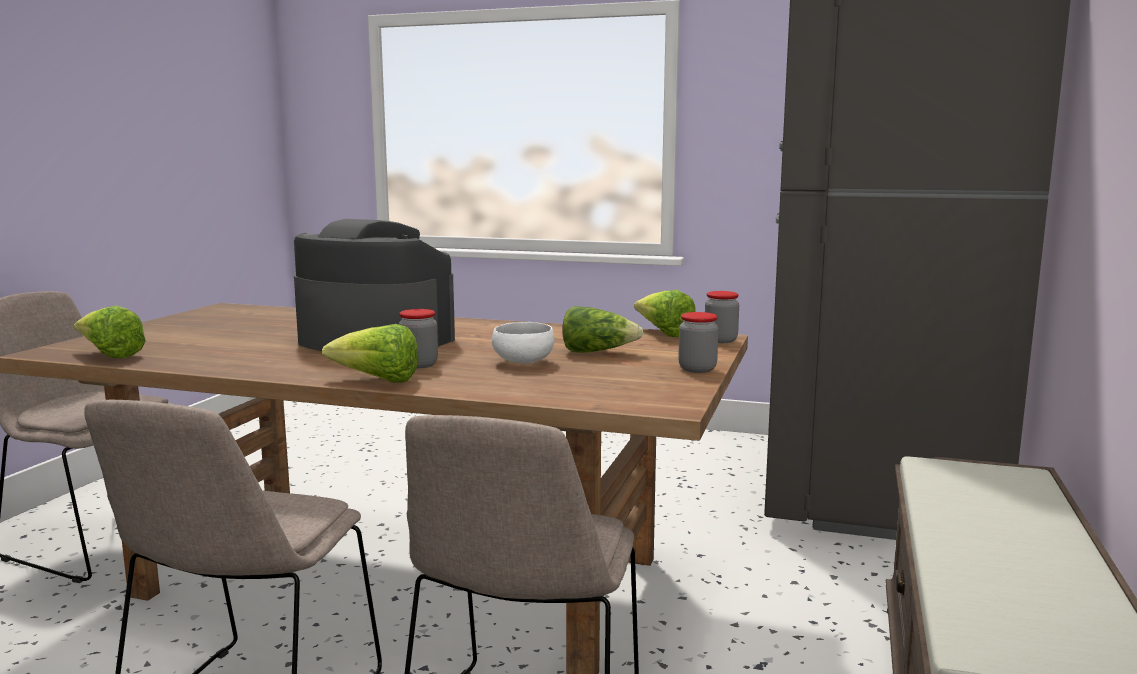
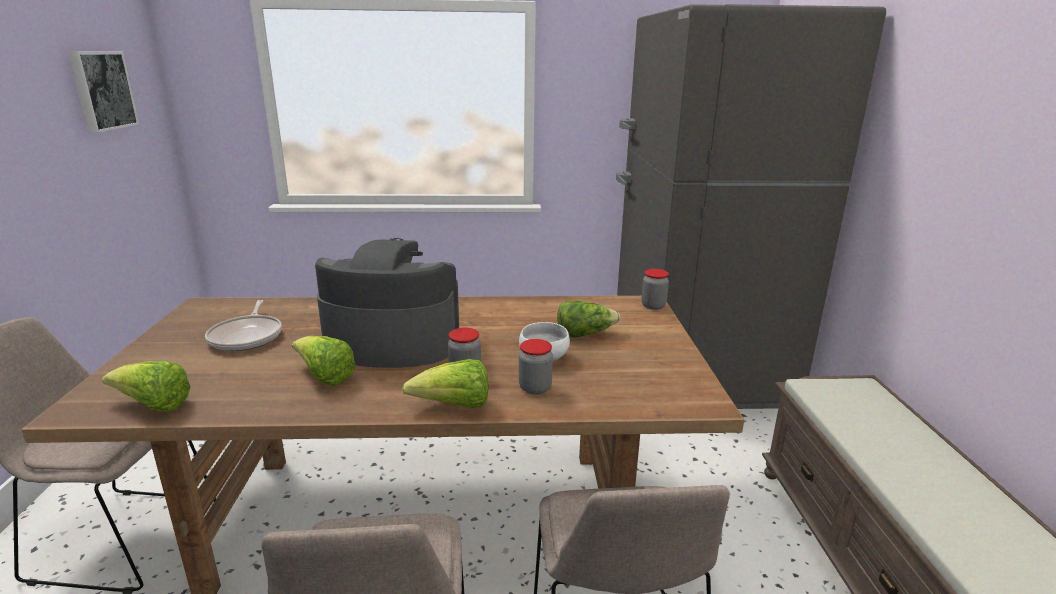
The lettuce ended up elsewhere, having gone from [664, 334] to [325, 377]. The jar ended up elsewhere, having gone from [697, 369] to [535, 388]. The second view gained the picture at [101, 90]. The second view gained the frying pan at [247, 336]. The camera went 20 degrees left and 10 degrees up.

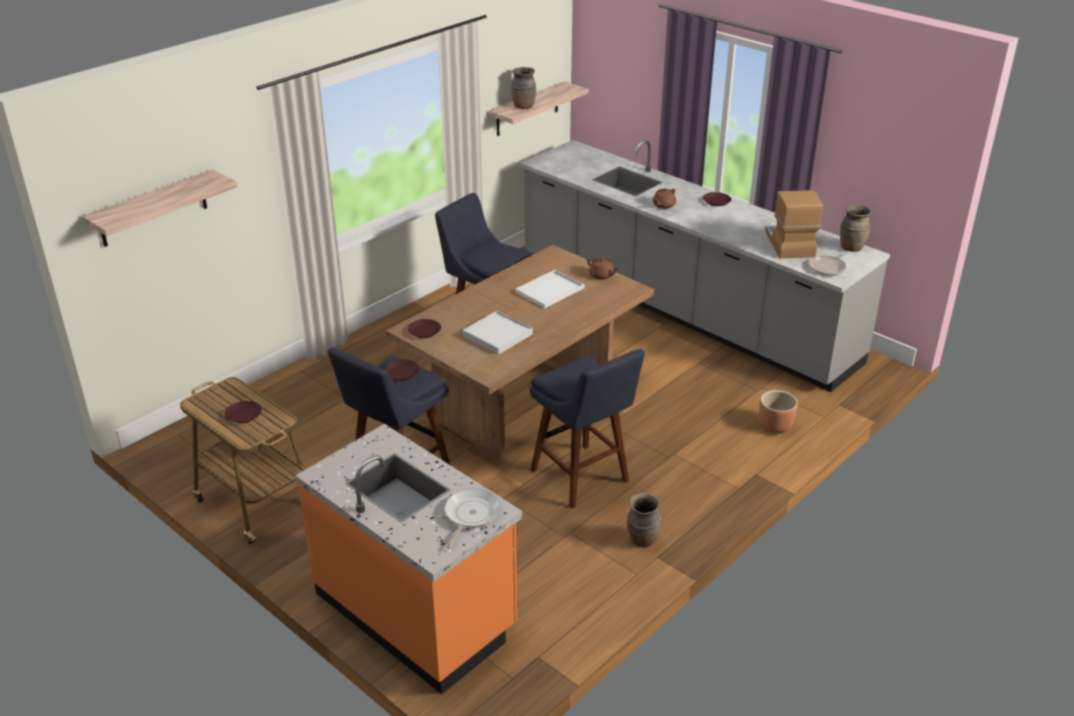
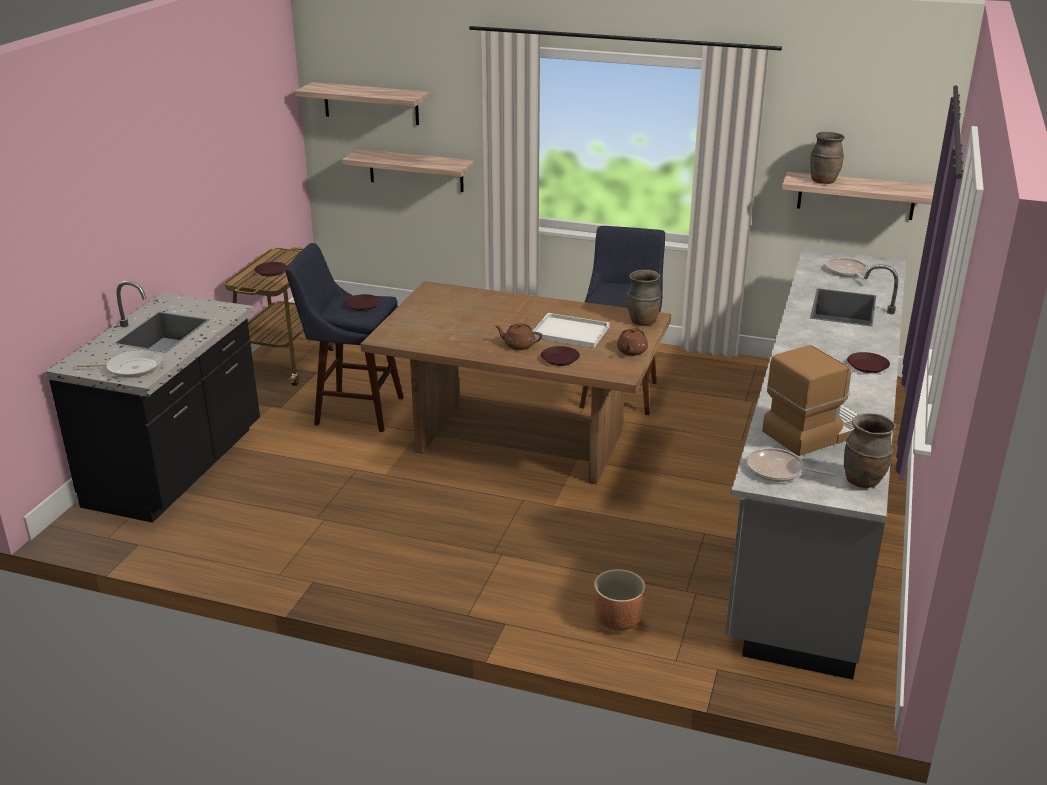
The teapot/brown ended up elsewhere, having gone from [663, 205] to [518, 345]. The second view lost the tray/white at [497, 335]. The plate/brown ended up elsewhere, having gone from [425, 331] to [560, 359]. The second view lost the stool/blue at [583, 479]. What was the counter/orange at [416, 611] turned into the counter/black at [178, 468]. The vase/brown ended up elsewhere, having gone from [642, 540] to [642, 322]. The second view gained the shelf at [416, 170]. The second view gained the frying pan at [846, 272]. The camera went 65 degrees right and 5 degrees down.

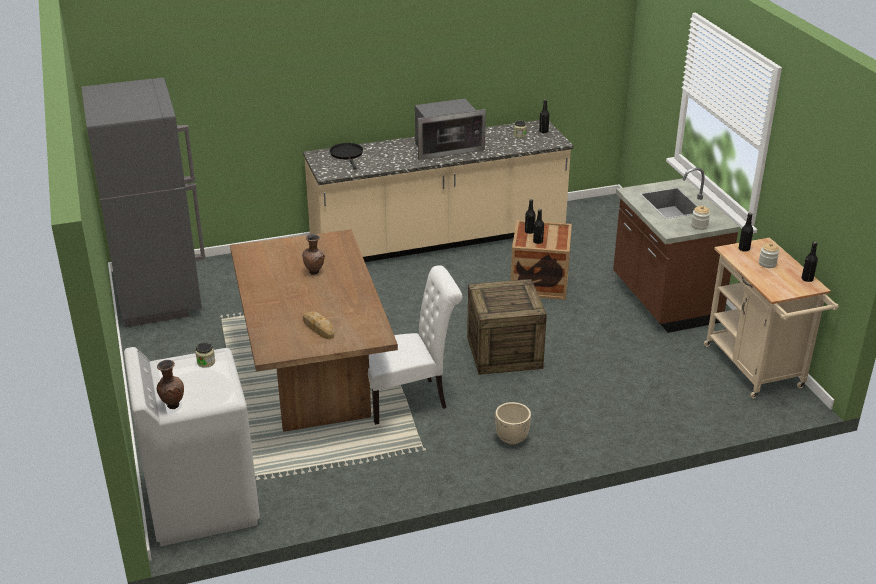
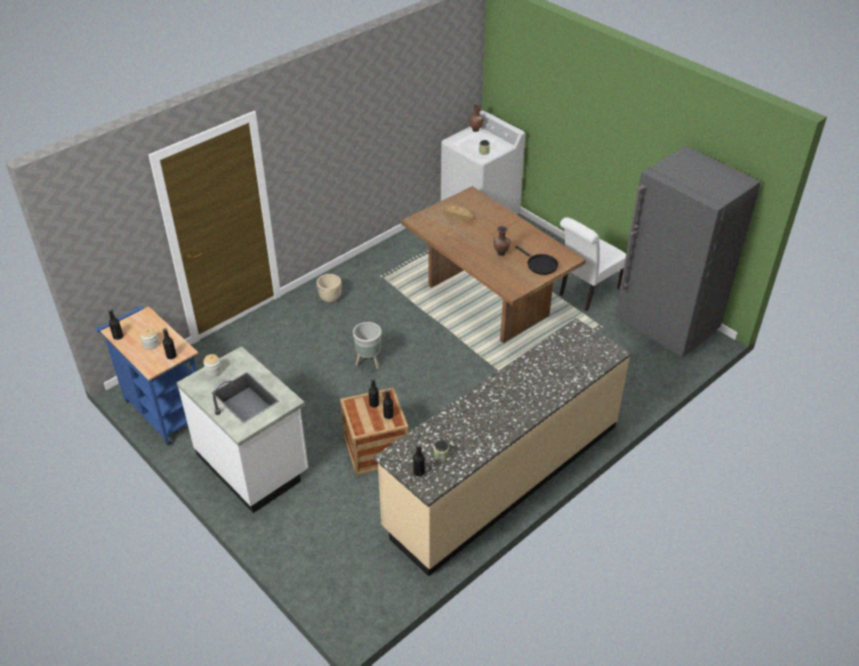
The second view lost the microwave at [446, 147]. The frying pan/black ended up elsewhere, having gone from [347, 154] to [540, 265]. What was the counter/brown at [663, 301] turned into the counter/white at [253, 464]. What was the cart/beige at [757, 370] turned into the cart/blue at [163, 409]. The chair/white ended up elsewhere, having gone from [409, 399] to [587, 293]. Where the crate stood at [504, 352], the planter/grey came to stand at [368, 362]. The camera went 155 degrees right and 10 degrees up.

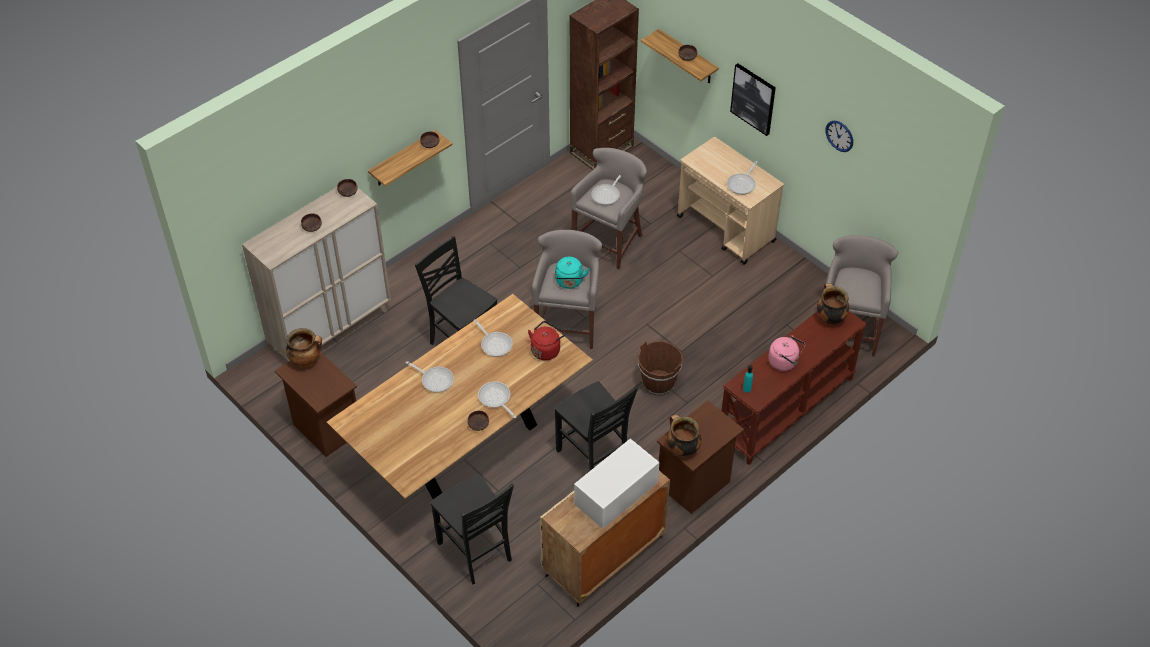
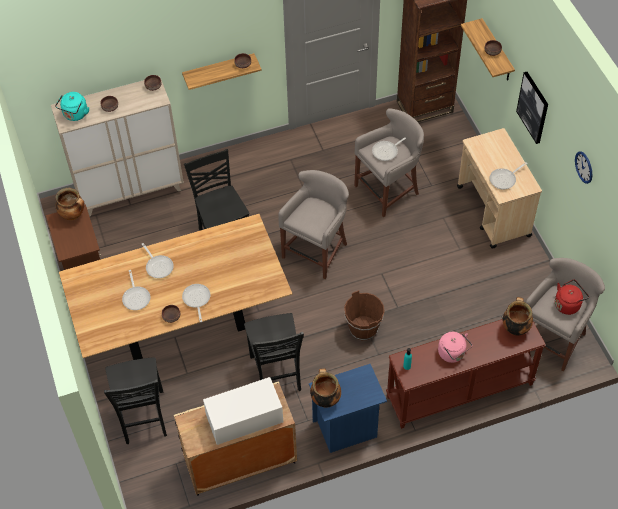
The kettle/turquoise ended up elsewhere, having gone from [569, 282] to [75, 115]. The frying pan ended up elsewhere, having gone from [495, 344] to [136, 297]. The kettle/red ended up elsewhere, having gone from [546, 349] to [568, 304]. What was the nightstand/brown at [695, 485] turned into the nightstand/blue at [346, 429]. The camera went 25 degrees right and 5 degrees up.

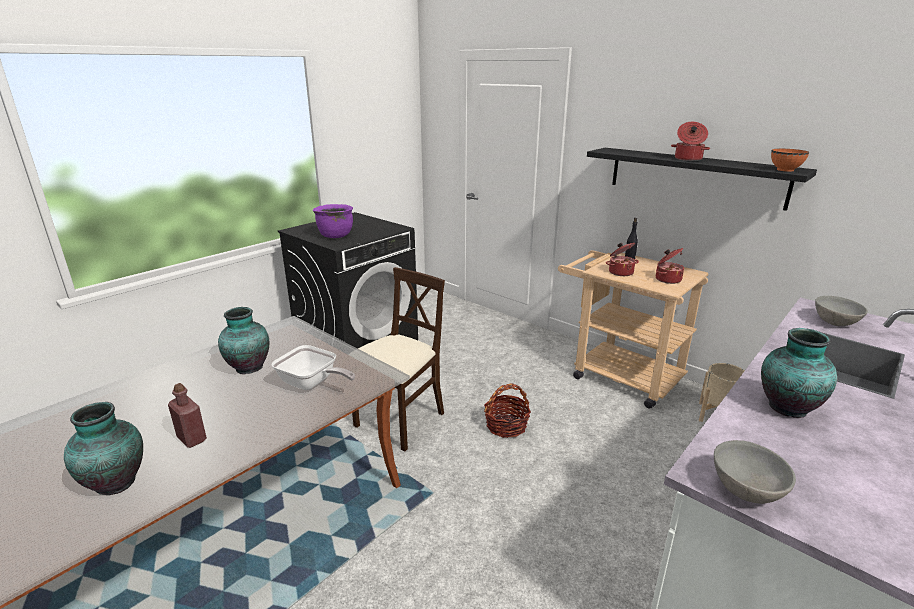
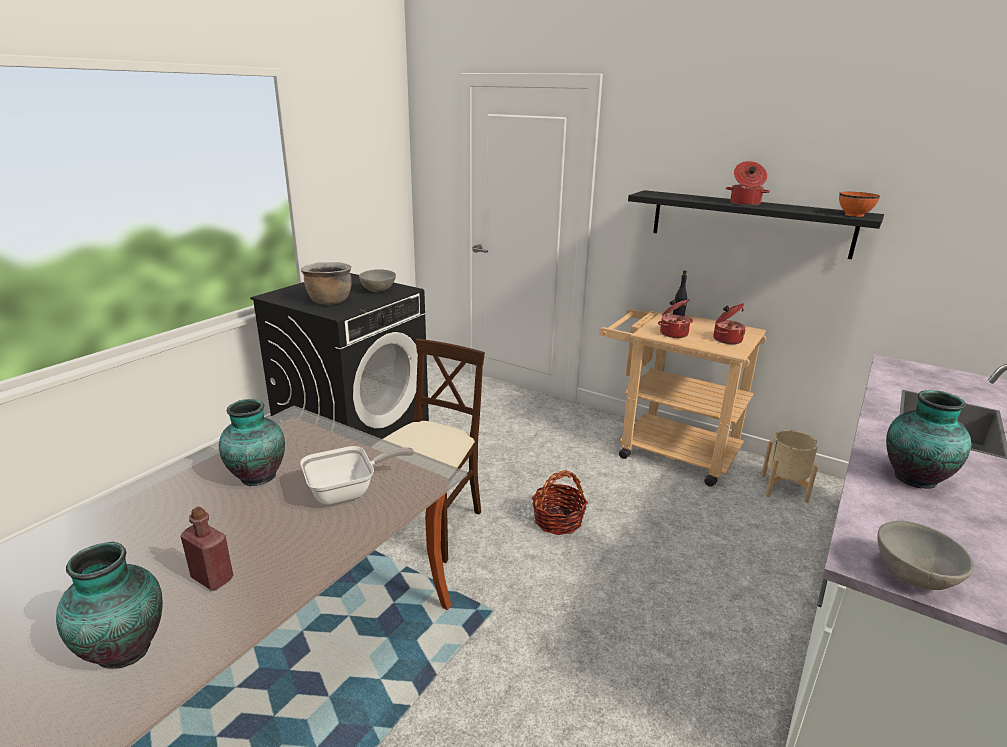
What was the cooking pot/purple at [335, 235] turned into the cooking pot/brown at [329, 301]. The bowl/grey ended up elsewhere, having gone from [835, 323] to [379, 291]. The frying pan at [312, 384] ended up facing another way, 45 degrees counterclockwise from before. The camera went 10 degrees left and 0 degrees up.

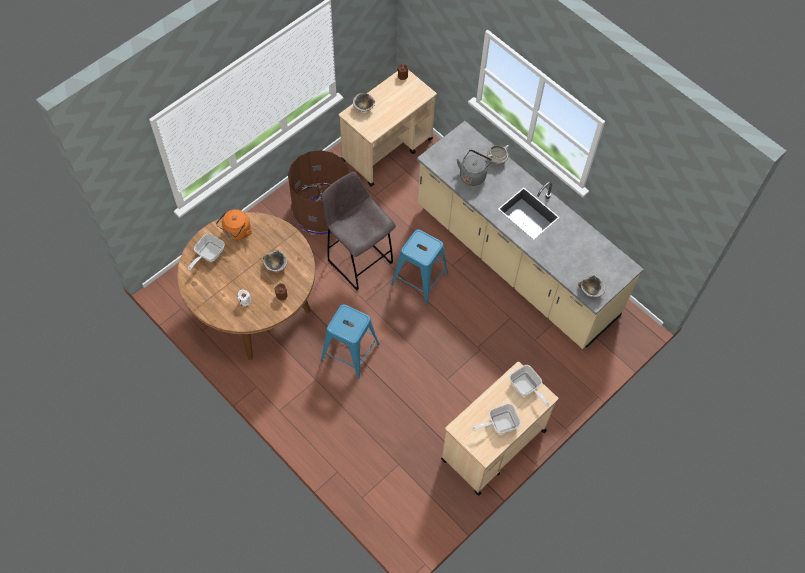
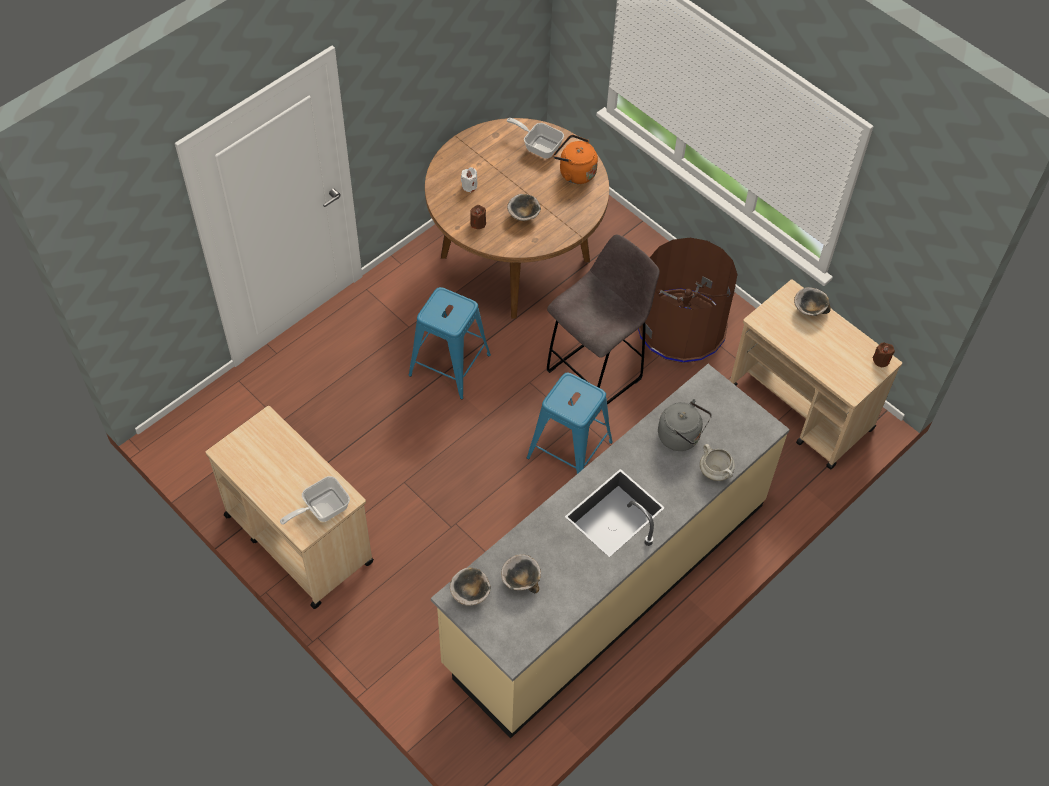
The second view lost the frying pan at [499, 423]. The second view gained the bowl at [520, 580]. The camera went 90 degrees right and 5 degrees down.

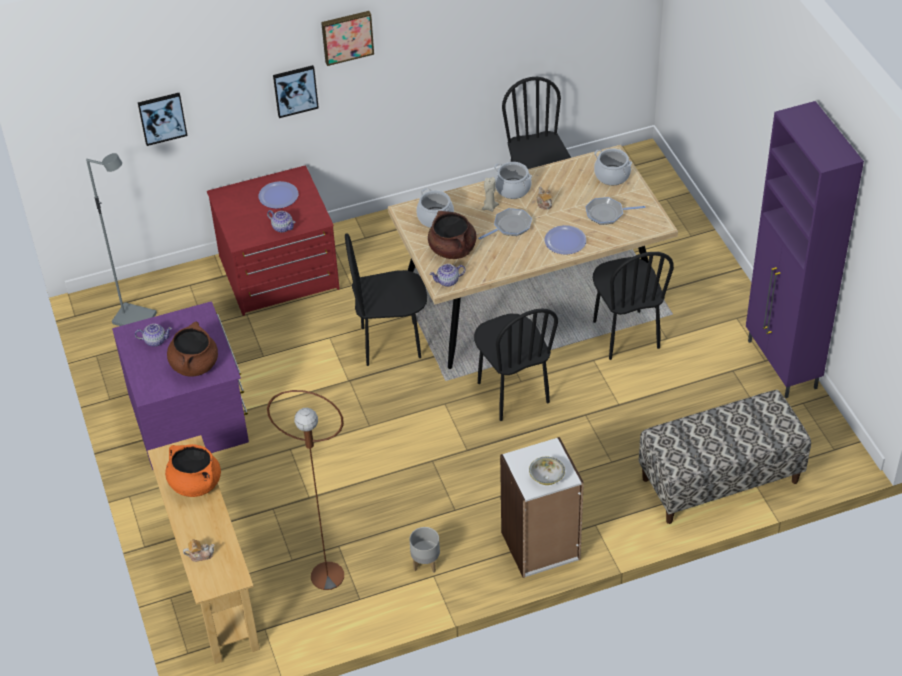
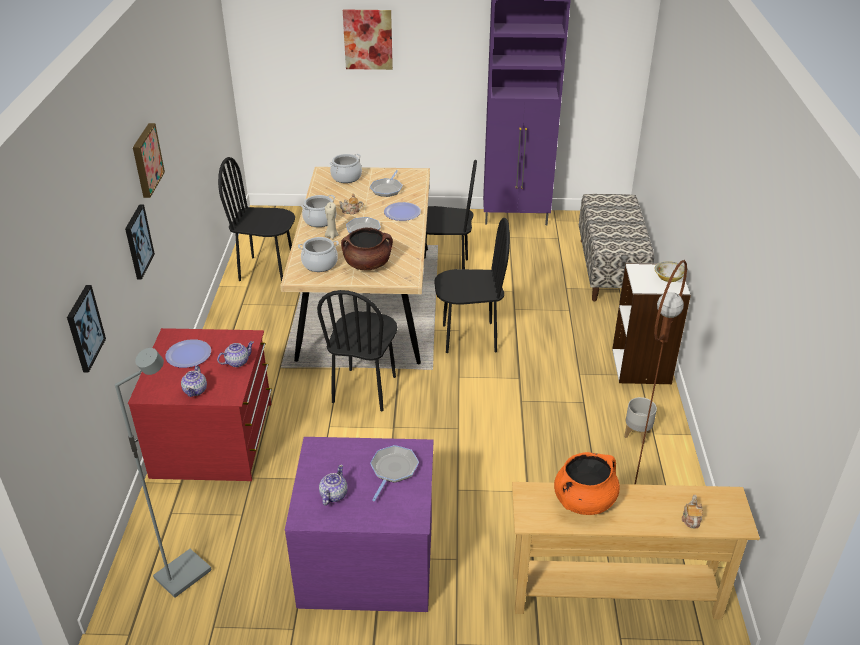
The teapot ended up elsewhere, having gone from [448, 281] to [195, 390]. Where the cooking pot/brown stood at [194, 365], the frying pan came to stand at [393, 470]. The second view gained the picture at [368, 39]. The camera went 70 degrees left and 10 degrees down.

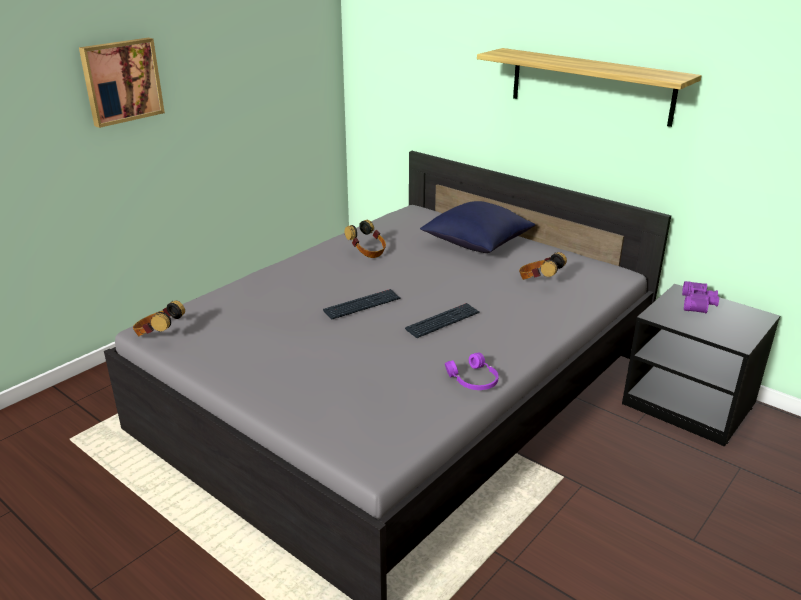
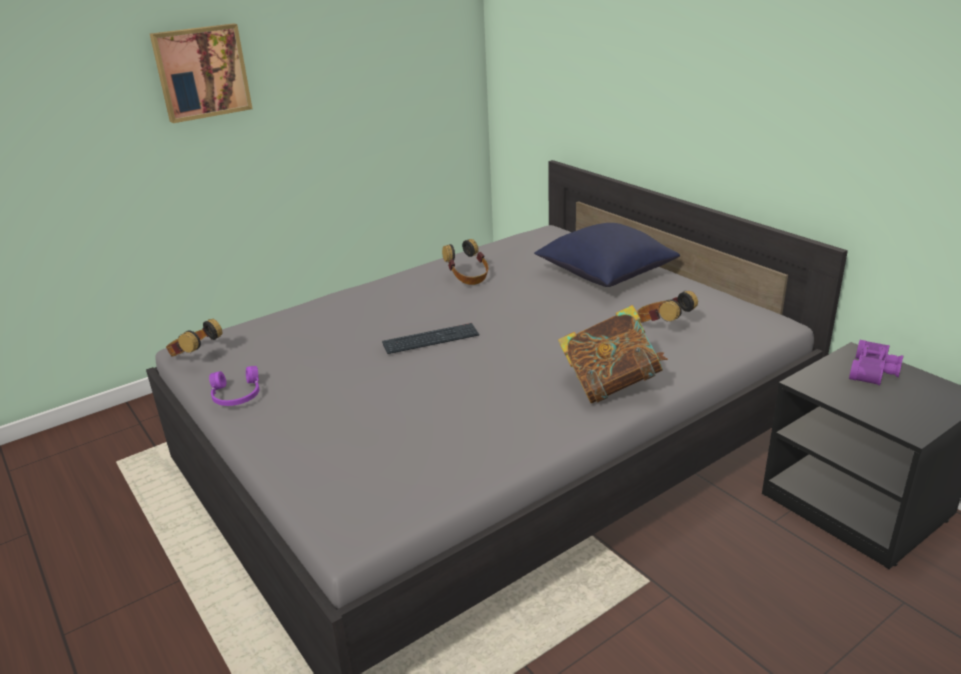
The second view lost the shelf at [590, 86]. The second view lost the keyboard at [443, 321]. The headphones/purple ended up elsewhere, having gone from [473, 380] to [236, 395]. The second view gained the book at [611, 386]. The camera went 15 degrees right and 0 degrees up.

